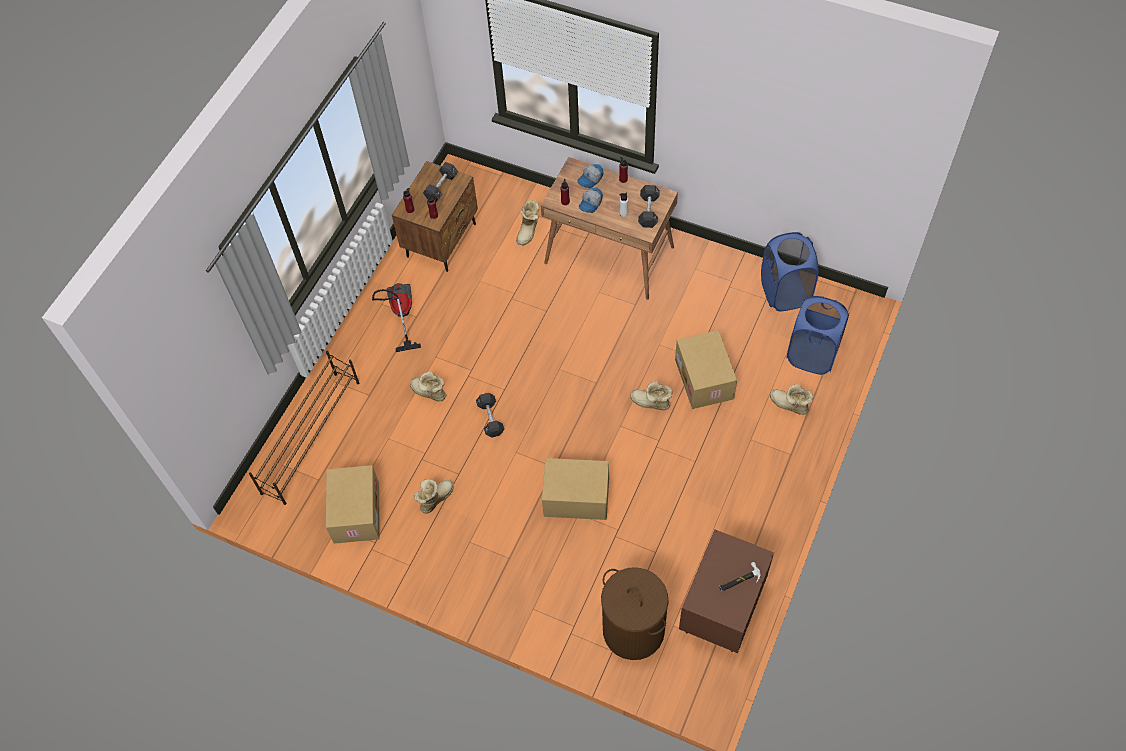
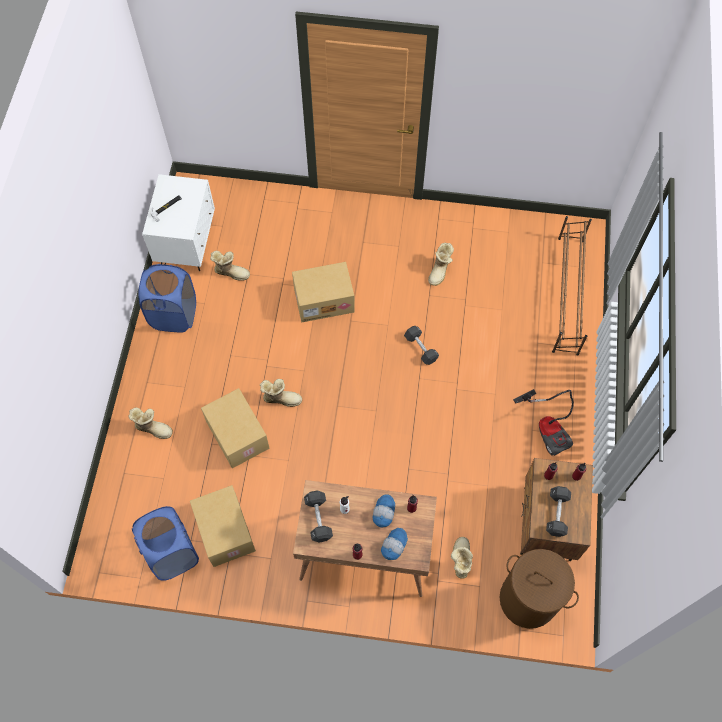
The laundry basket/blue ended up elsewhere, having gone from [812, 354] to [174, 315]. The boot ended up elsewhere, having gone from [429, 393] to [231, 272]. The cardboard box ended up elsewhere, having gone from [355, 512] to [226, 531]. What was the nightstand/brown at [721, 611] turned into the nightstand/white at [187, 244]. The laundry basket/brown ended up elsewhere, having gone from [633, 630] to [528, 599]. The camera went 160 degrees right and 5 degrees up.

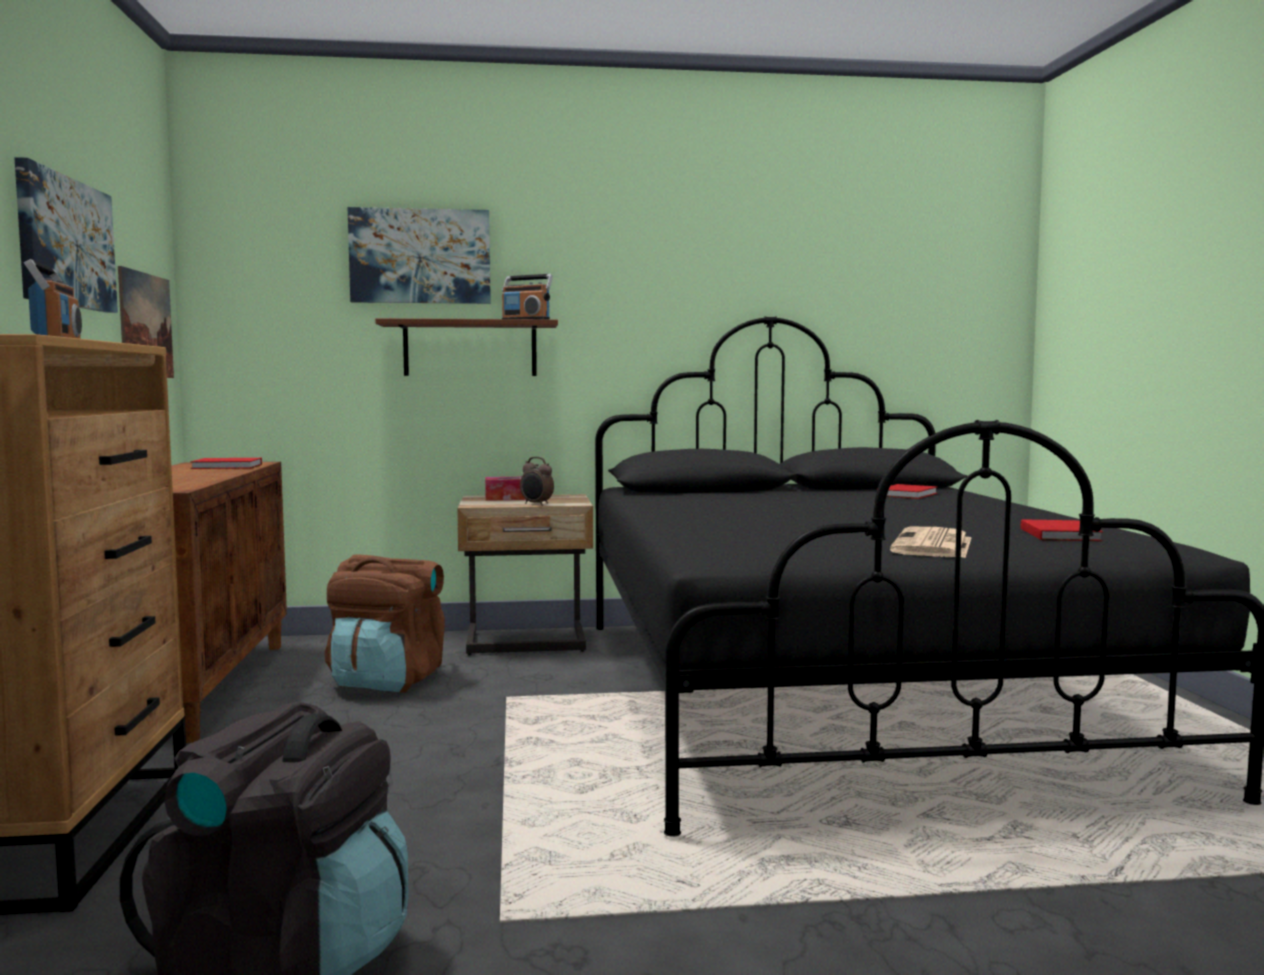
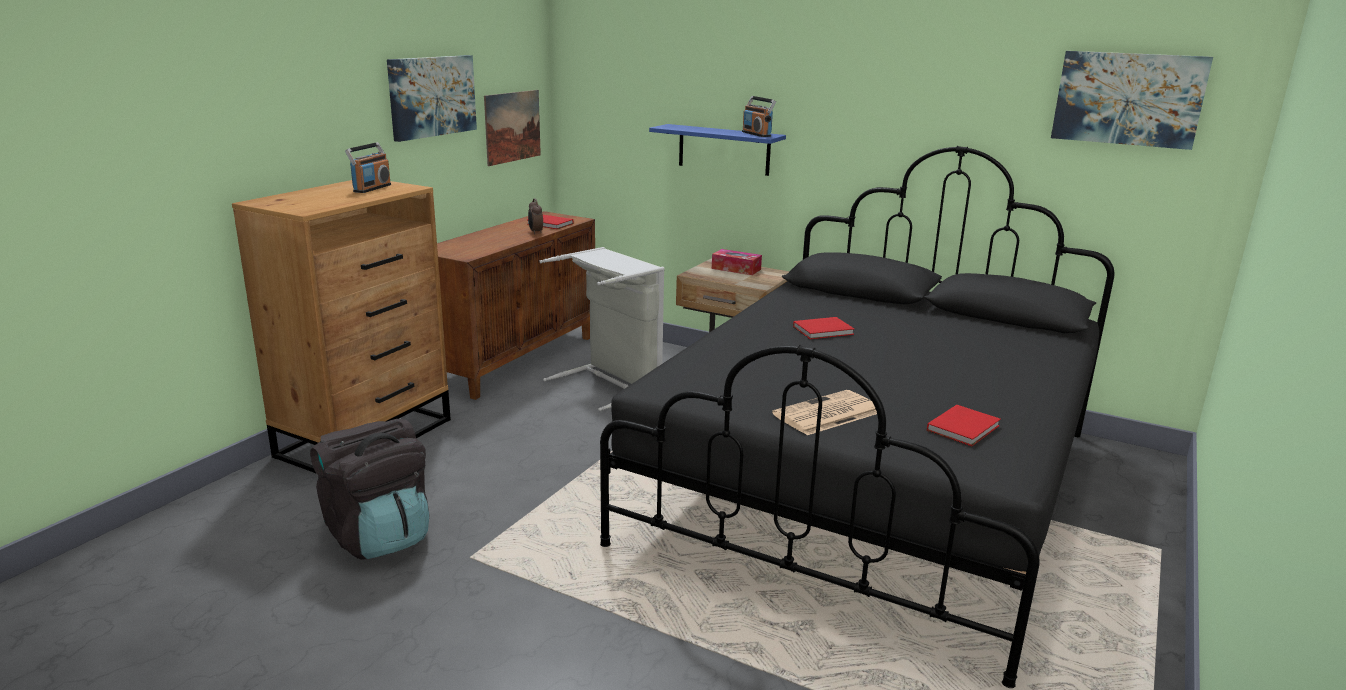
The picture ended up elsewhere, having gone from [420, 256] to [1128, 99]. What was the shelf/brown at [470, 349] turned into the shelf/blue at [724, 149]. The alarm clock ended up elsewhere, having gone from [536, 504] to [535, 232]. The book/red ended up elsewhere, having gone from [908, 494] to [824, 330]. Where the backpack/brown stood at [387, 681], the laundry basket/grey came to stand at [611, 383]. The camera went 35 degrees right and 15 degrees up.

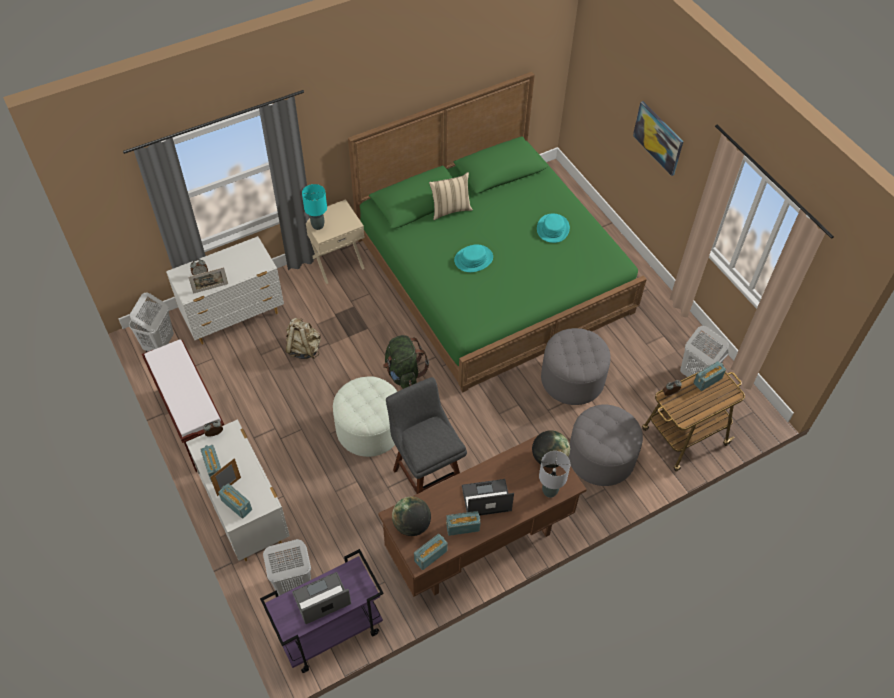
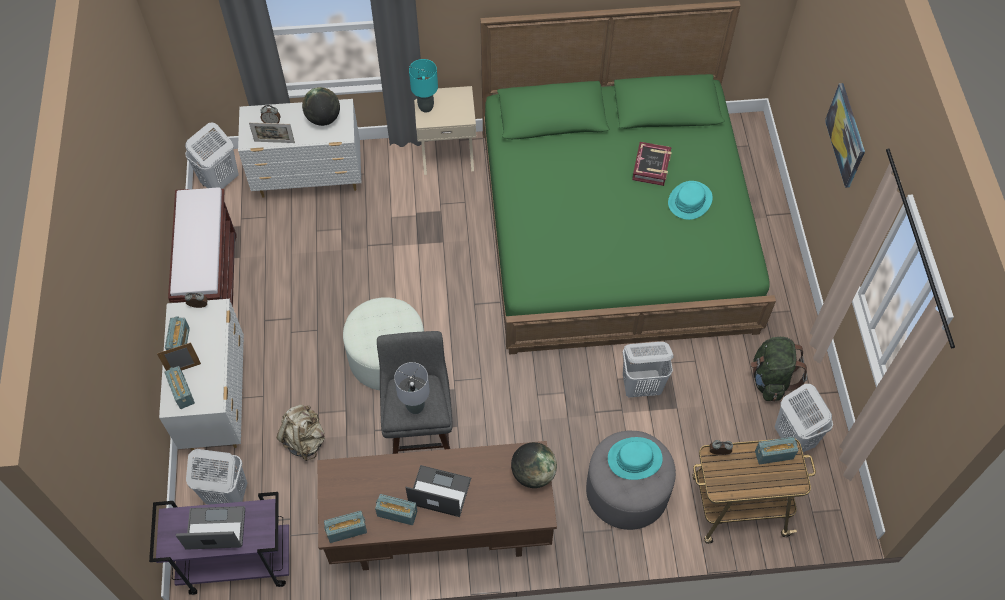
The second view lost the pillow/beige at [450, 209]. The hat/turquoise ended up elsewhere, having gone from [473, 259] to [634, 459]. The backpack/beige ended up elsewhere, having gone from [304, 348] to [305, 440]. Where the ottoman/grey stood at [572, 379], the laundry basket/white came to stand at [642, 386]. The backpack/green ended up elsewhere, having gone from [403, 373] to [770, 379]. The table lamp/grey ended up elsewhere, having gone from [550, 491] to [415, 407]. The globe ended up elsewhere, having gone from [411, 524] to [323, 118]. The second view gained the book at [651, 167]. The camera went 25 degrees right and 5 degrees up.

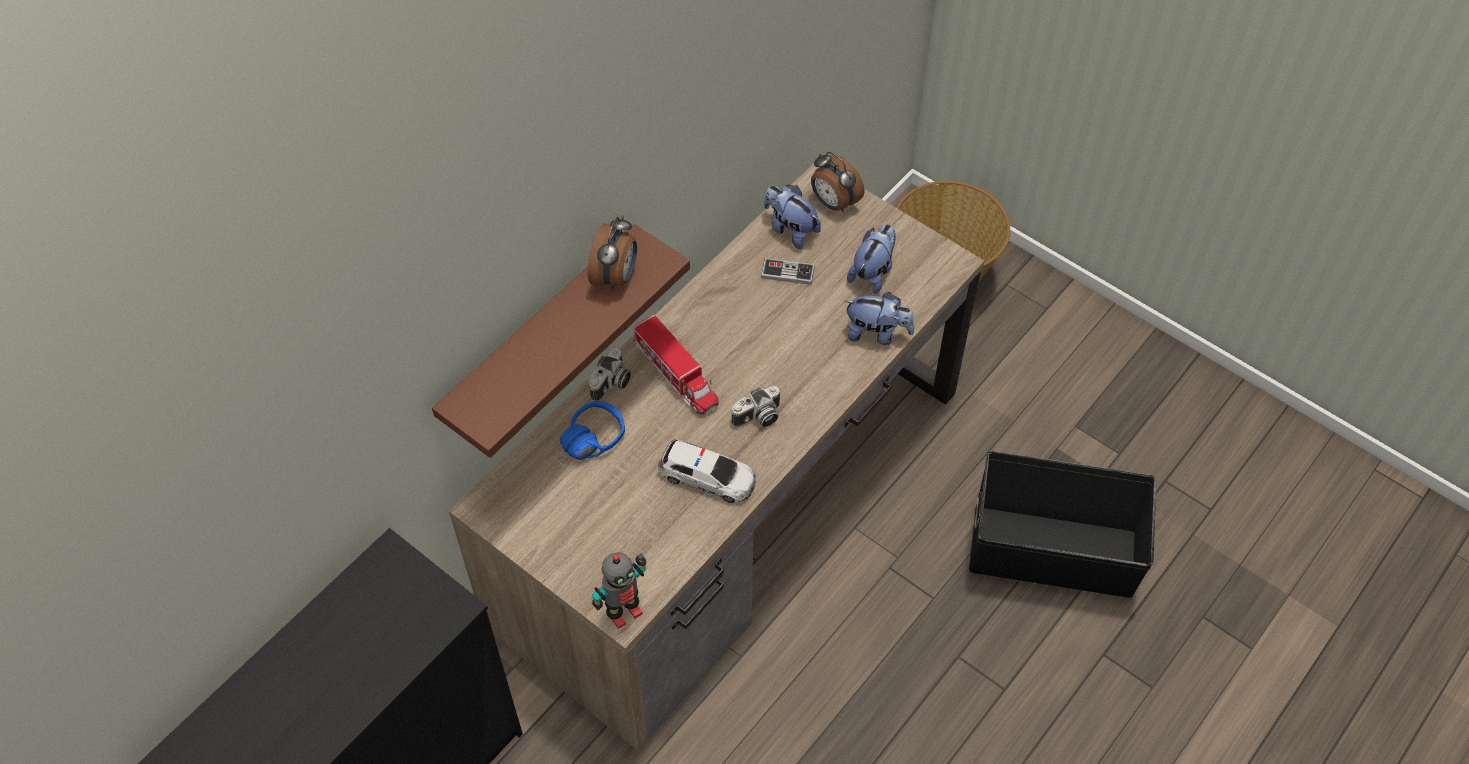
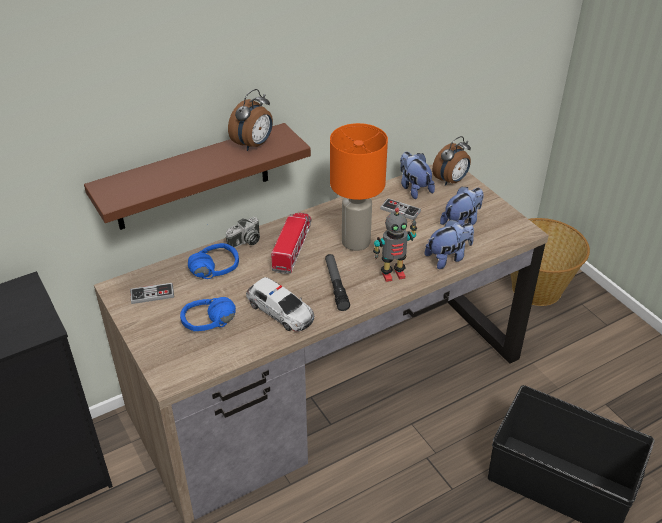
The alarm clock at [833, 203] ended up facing another way, 105 degrees counterclockwise from before. The plush toy at [876, 333] ended up facing another way, 60 degrees counterclockwise from before. The toy truck at [676, 374] ended up facing another way, 150 degrees counterclockwise from before. Where the photo camera stood at [758, 418], the flashlight came to stand at [336, 285]. The toy robot ended up elsewhere, having gone from [623, 612] to [393, 274]. The second view gained the table lamp/orange at [356, 242]. The second view gained the game controller at [152, 294]. The second view gained the headphones/blue at [211, 327]. The camera went 20 degrees right and 15 degrees down.

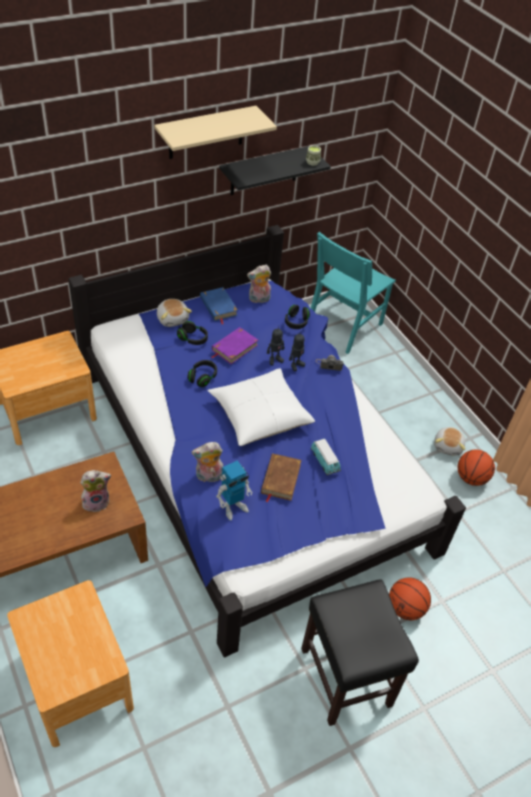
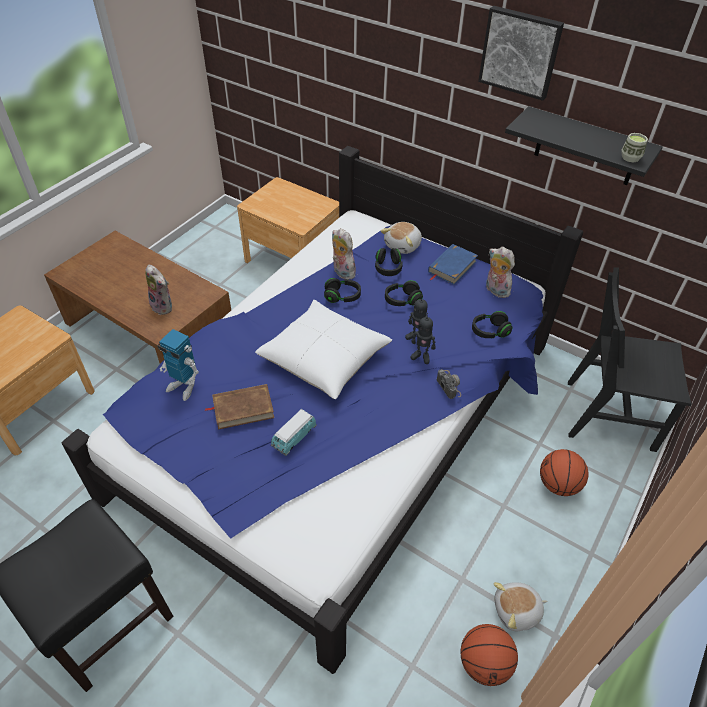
Where the shelf/beige hung at [206, 133], the picture came to hang at [520, 52]. What was the chair/turquoise at [344, 325] turned into the chair/black at [609, 415]. Where the book/purple stood at [234, 347], the headphones/black came to stand at [402, 300]. The plush toy ended up elsewhere, having gone from [208, 477] to [342, 272]. The basketball ended up elsewhere, having gone from [405, 608] to [558, 484]. The camera went 65 degrees right and 0 degrees up.

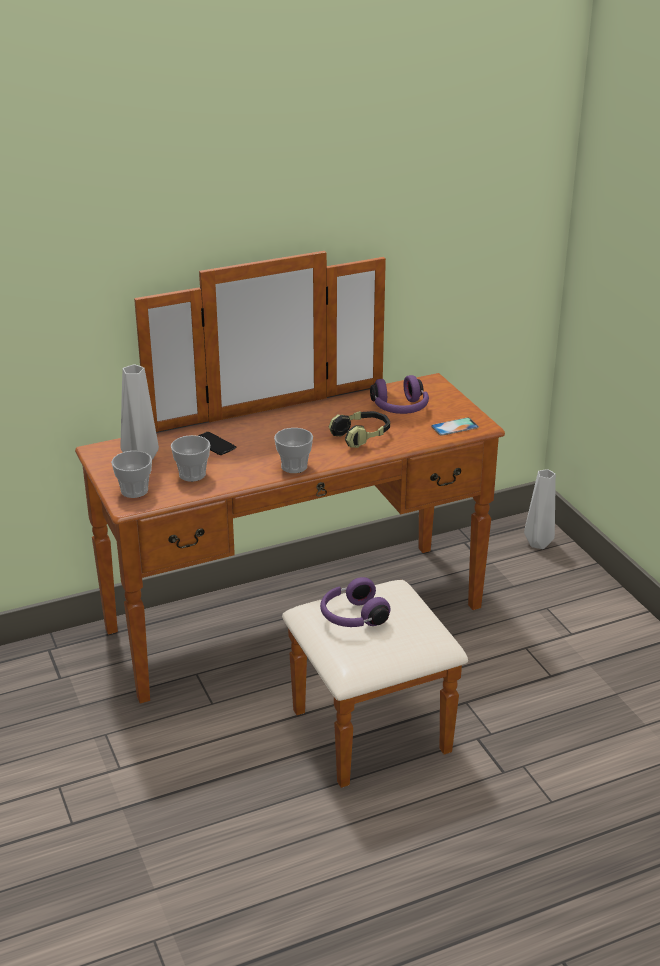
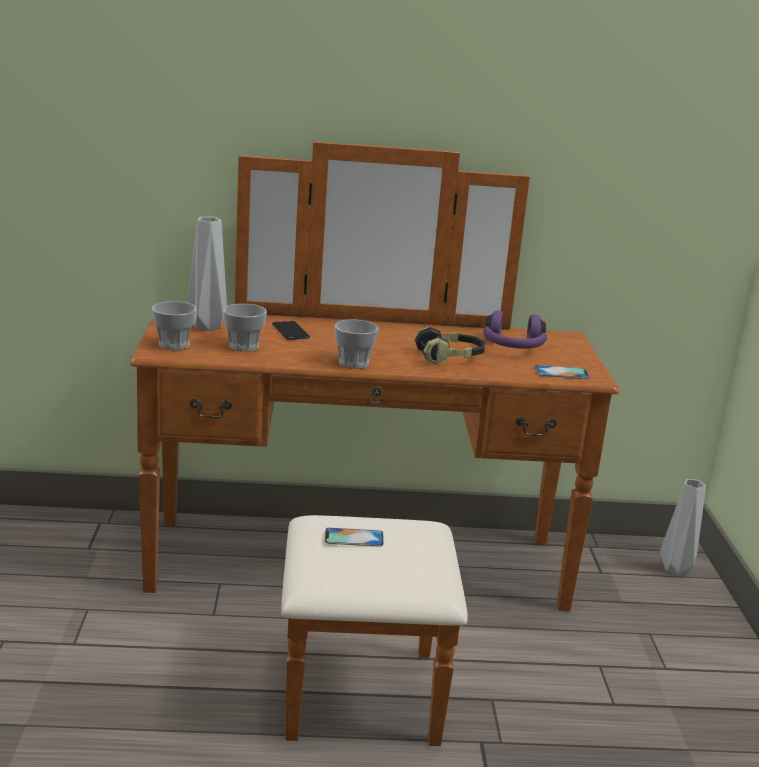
Where the headphones/purple stood at [352, 617], the phone came to stand at [354, 538]. The camera went 20 degrees right and 10 degrees down.

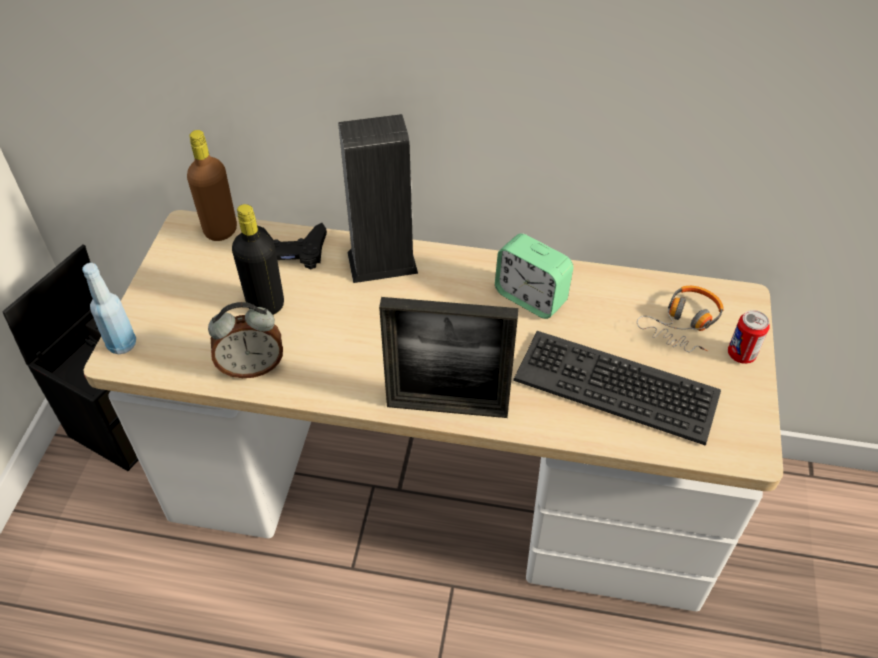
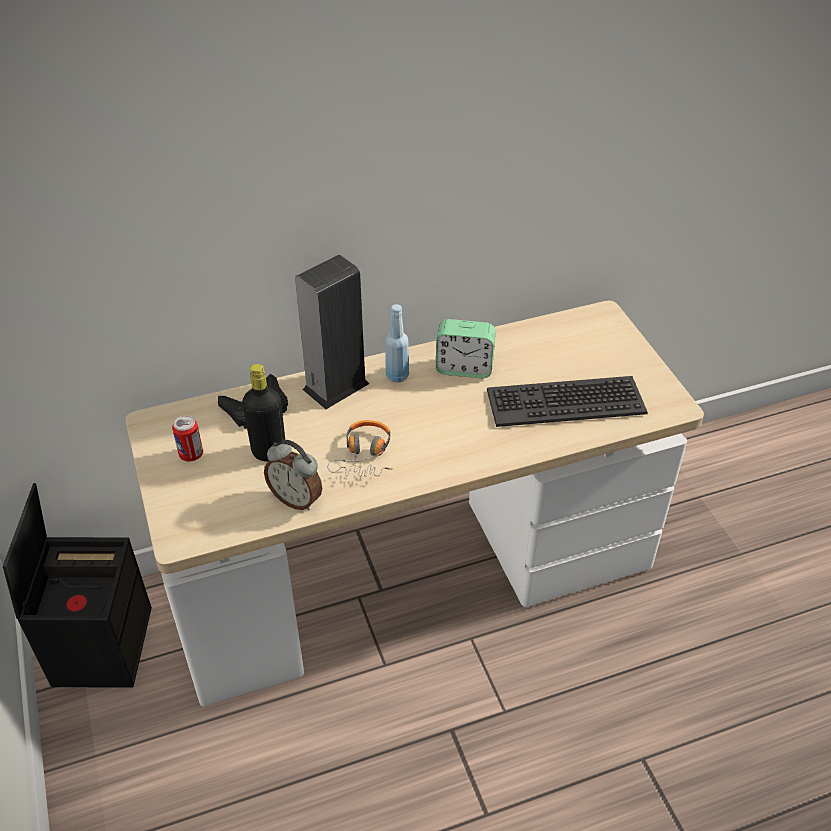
The second view lost the bottle/brown at [220, 230]. The bottle/blue ended up elsewhere, having gone from [122, 344] to [397, 376]. The headphones ended up elsewhere, having gone from [683, 324] to [365, 455]. The second view lost the picture frame at [447, 407]. The alarm clock at [252, 367] ended up facing another way, 75 degrees clockwise from before. The can ended up elsewhere, having gone from [741, 354] to [191, 454]. The camera went 30 degrees left and 5 degrees down.

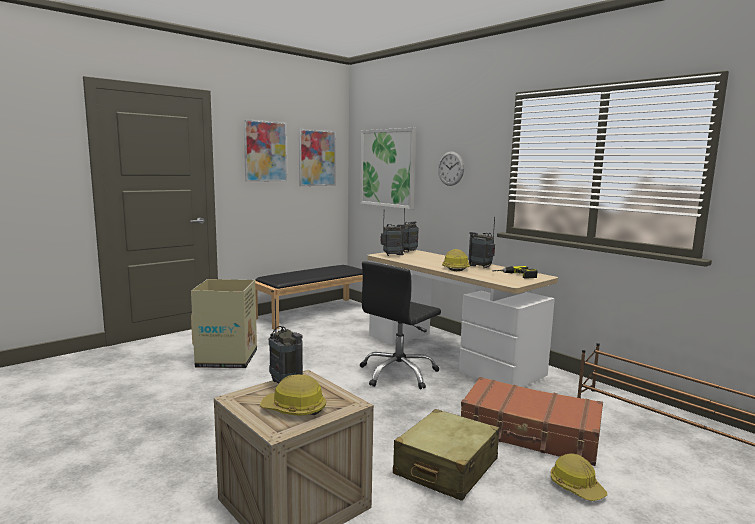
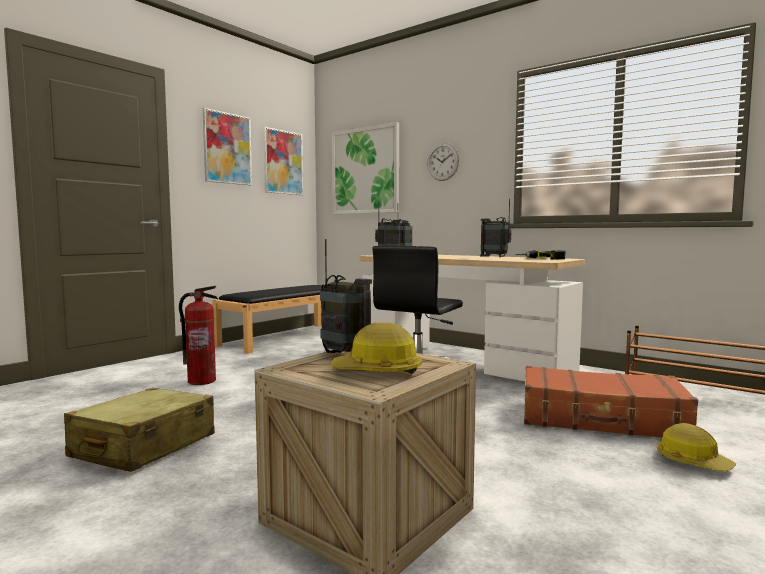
The second view lost the hard hat at [455, 268]. Where the cardboard box stood at [227, 359], the fire extinguisher came to stand at [201, 381]. The suitcase/beige ended up elsewhere, having gone from [446, 467] to [143, 447]. The camera went 10 degrees left and 5 degrees down.

